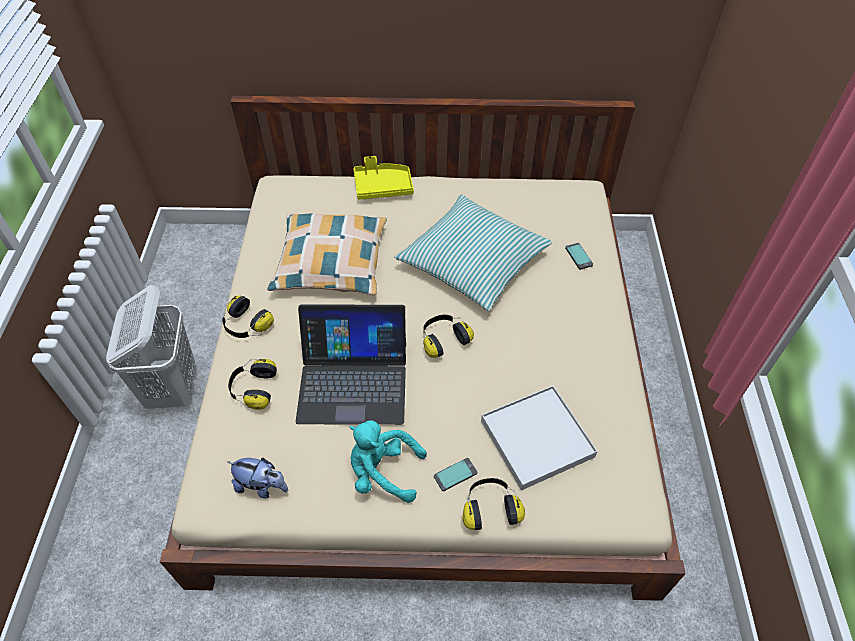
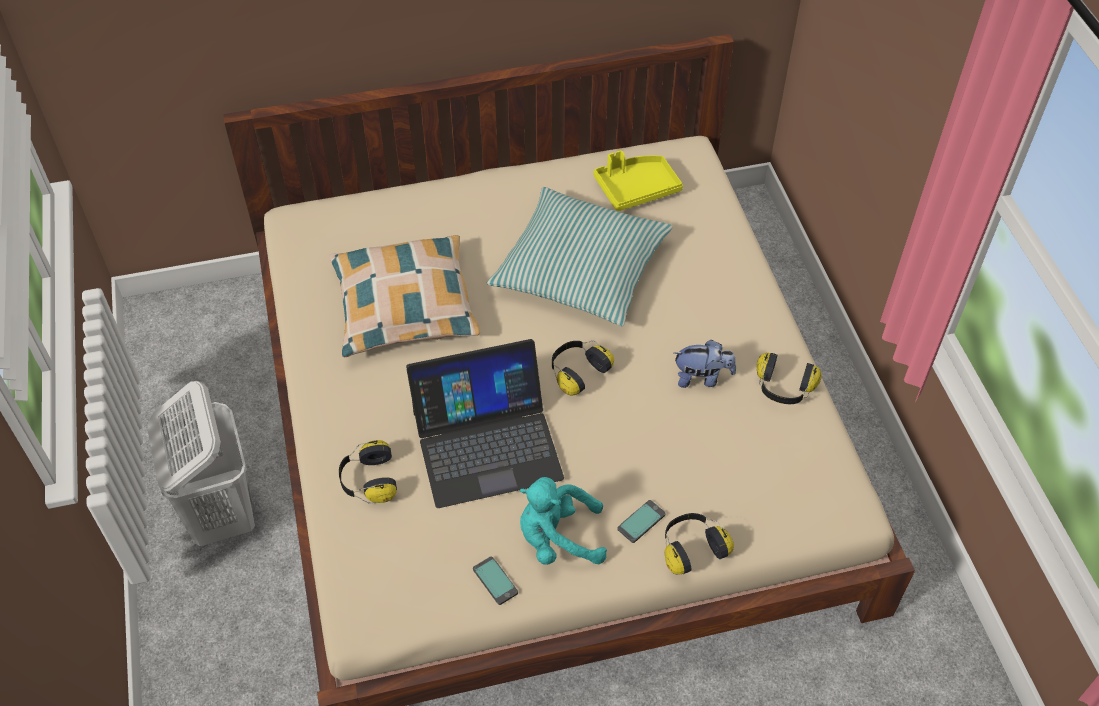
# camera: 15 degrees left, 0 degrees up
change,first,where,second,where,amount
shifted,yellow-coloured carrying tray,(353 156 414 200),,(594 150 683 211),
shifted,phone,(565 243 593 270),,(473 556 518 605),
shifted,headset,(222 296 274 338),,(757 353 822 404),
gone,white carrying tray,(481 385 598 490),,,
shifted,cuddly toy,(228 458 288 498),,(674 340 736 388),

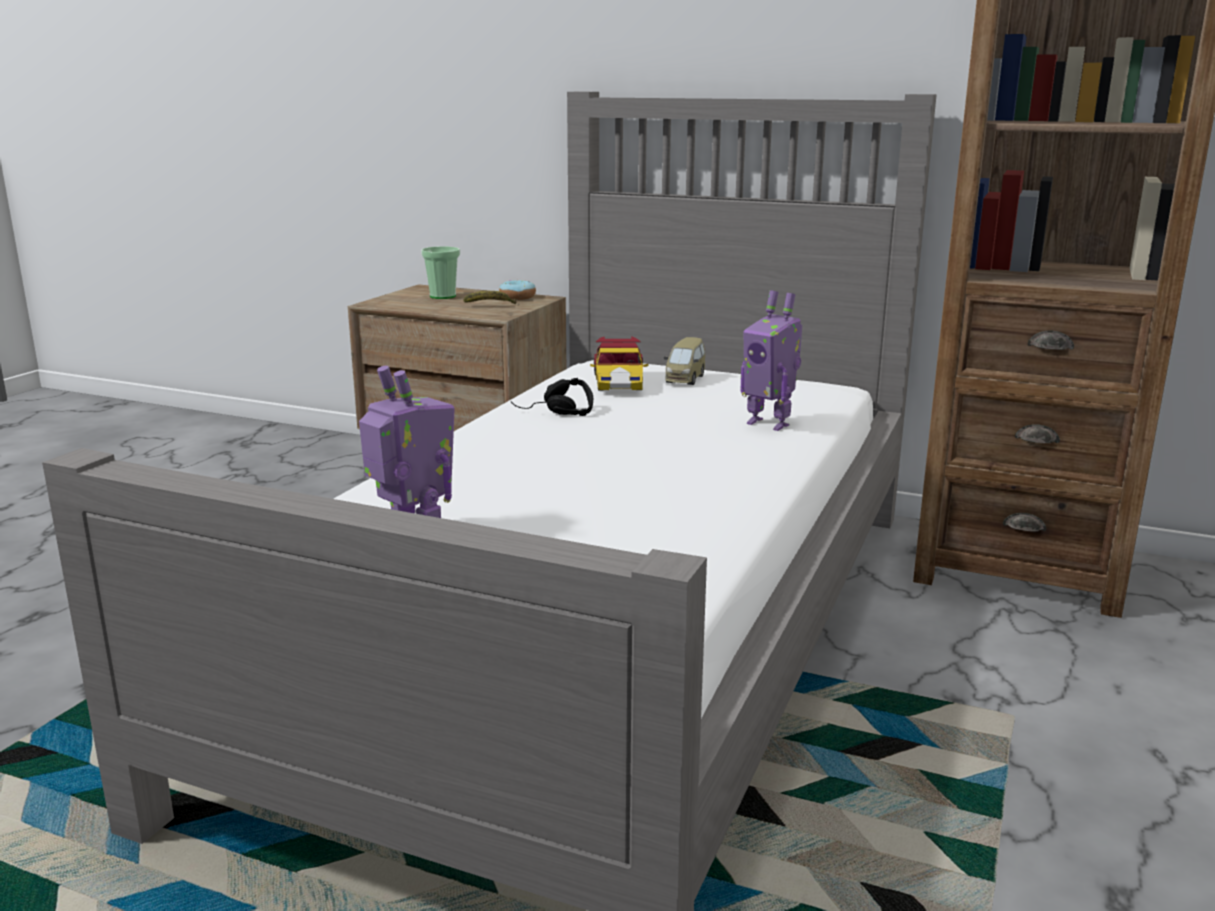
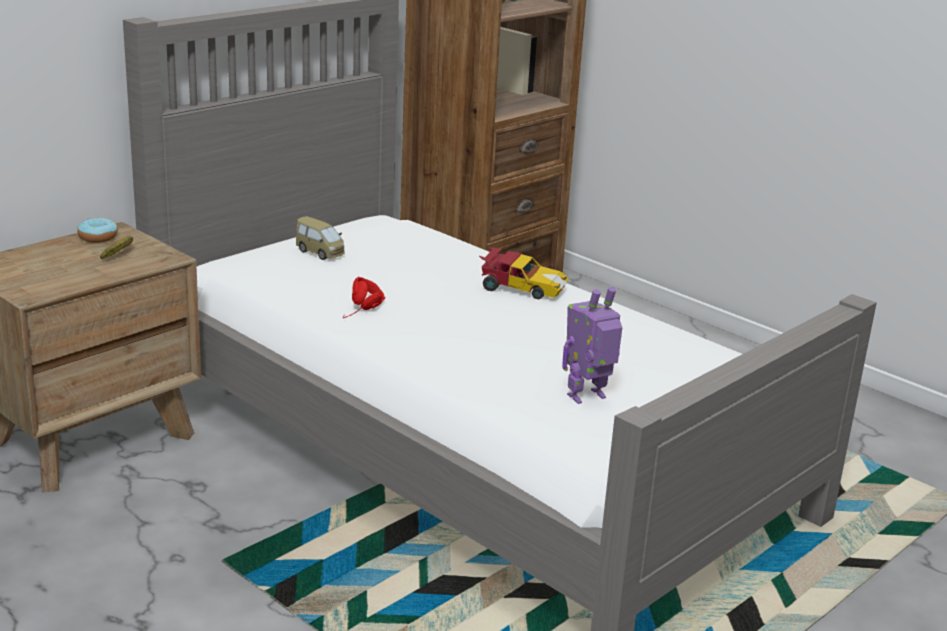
# camera: 70 degrees left, 5 degrees up
change,first,where,second,where,amount
gone,drinking cup,(421 246 460 299),,,
gone,robot figure,(740 290 802 431),,,
shifted,miniature car,(590 336 648 390),,(479 248 568 299),
repainted,blackish headset,(511 378 593 416),red-coloured headset,(343 277 385 318),

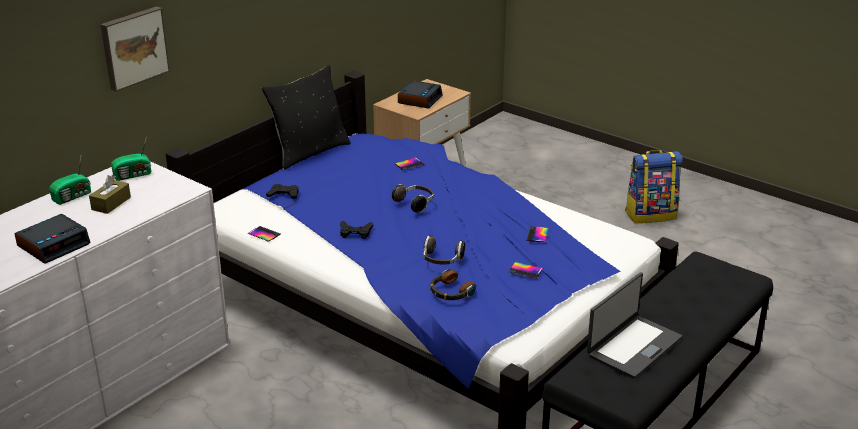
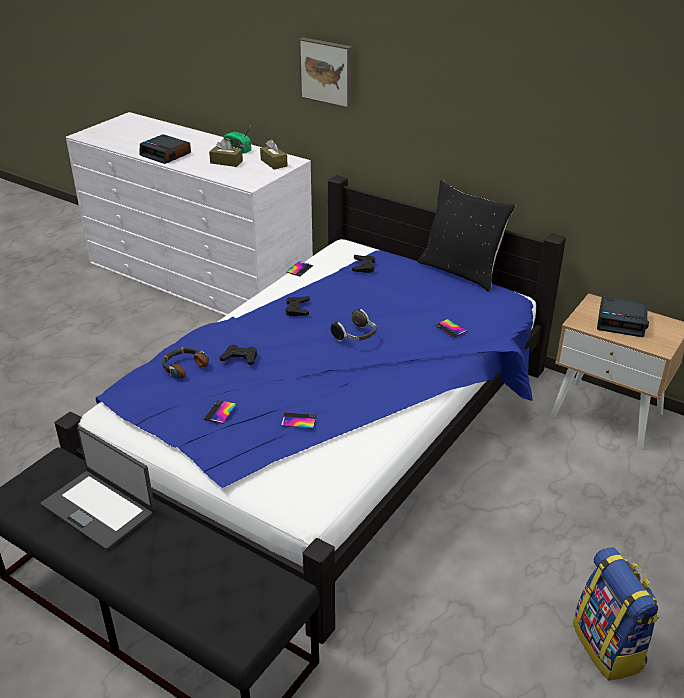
# camera: 85 degrees right, 5 degrees up
change,first,where,second,where,amount
swapped,radio set,(111 136 151 181),brownish box of tissues,(260 139 288 169),
swapped,headset,(423 235 465 264),blackish gamepad,(220 345 257 365),

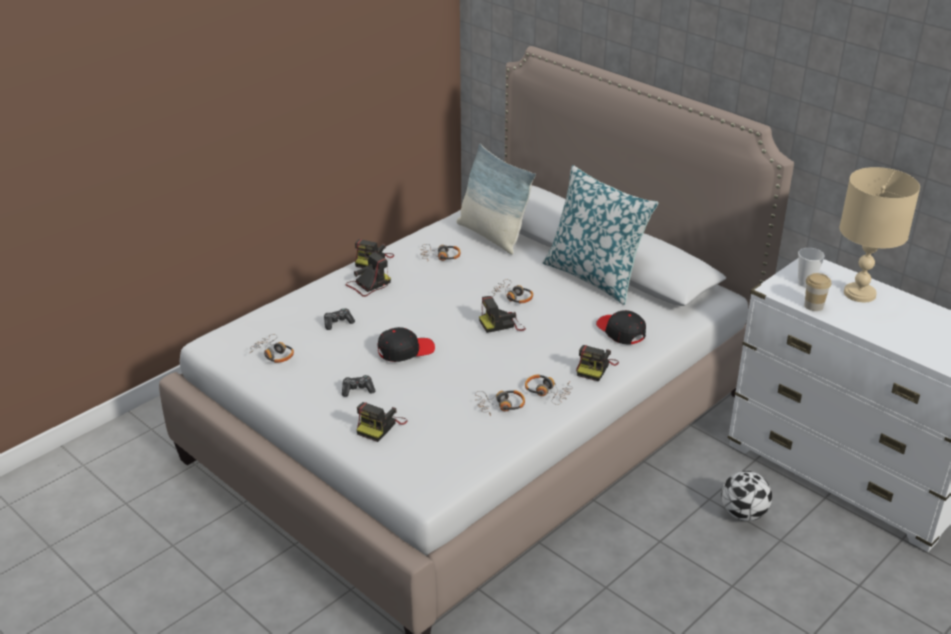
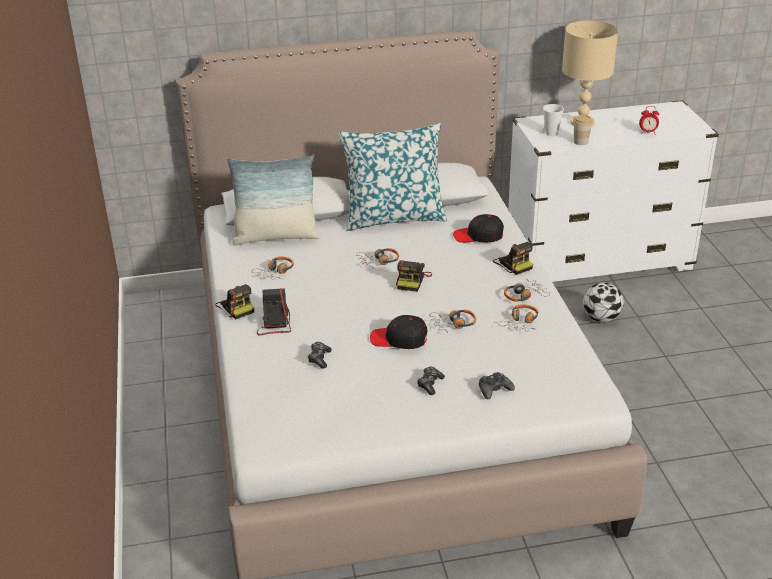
# camera: 55 degrees left, 0 degrees up
change,first,where,second,where,amount
rotated,blackish peaked cap,(378 327 435 362),,(370 315 428 349),90 degrees counterclockwise
shifted,headset,(250 334 294 363),,(429 310 476 333),
swapped,still camera,(356 402 408 442),blackish gamepad,(479 372 515 400),
new,,,table clock,(639 106 660 134),

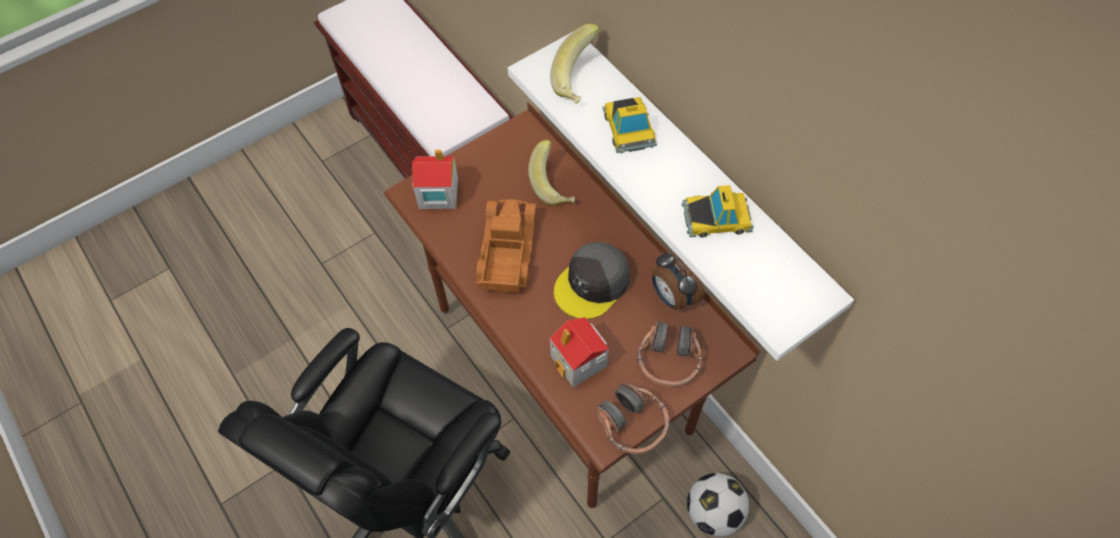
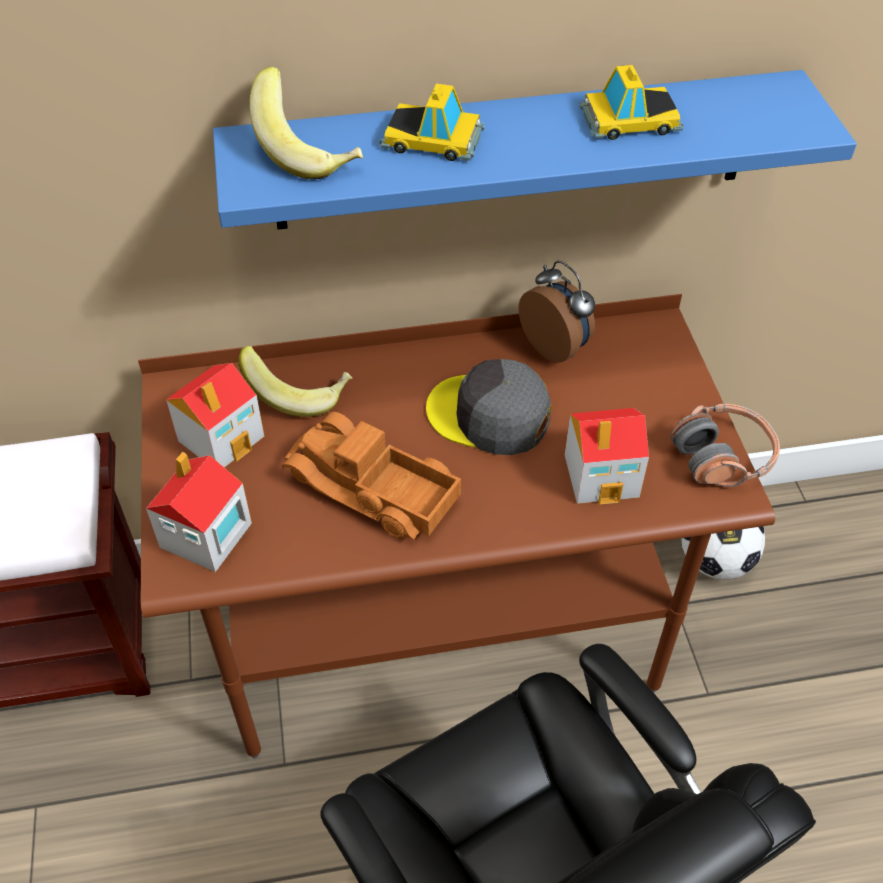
# camera: 65 degrees left, 10 degrees down
change,first,where,second,where,amount
repainted,white shelf,(508 32 854 361),blue-coloured shelf,(213 70 857 229),
rotated,miniature car,(682 185 754 238),,(579 65 684 140),120 degrees counterclockwise
rotated,gray peaked cap,(554 242 630 319),,(426 359 551 455),135 degrees clockwise
rotated,table clock,(652 252 705 310),,(518 261 595 363),120 degrees counterclockwise
gone,headset,(637 321 702 387),,,
new,,,model house,(166 363 264 468),

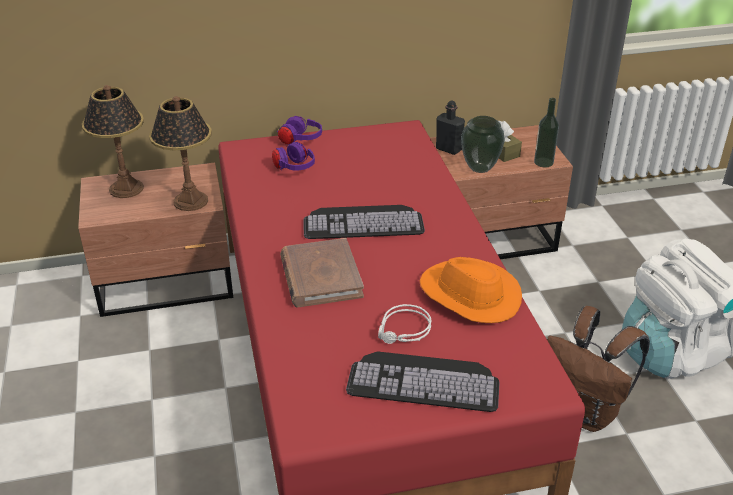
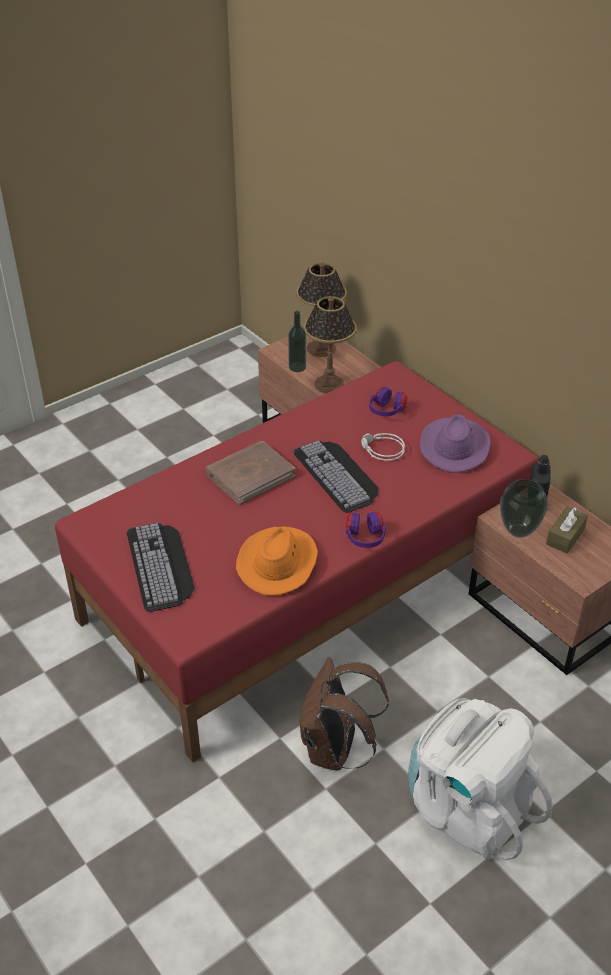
# camera: 65 degrees right, 5 degrees up
change,first,where,second,where,amount
shifted,drink bottle,(534 98 559 167),,(288 311 306 372),
shifted,purplish headset,(277 116 322 145),,(346 512 386 548),
shifted,gray headset,(378 304 432 344),,(361 433 405 461),
new,,,purplish wearable hat,(420 414 491 473),

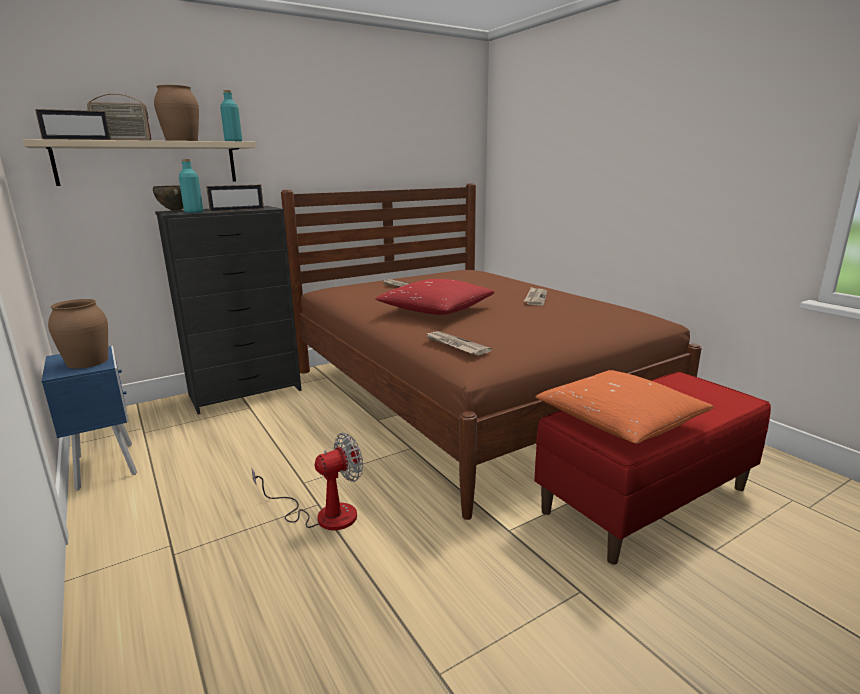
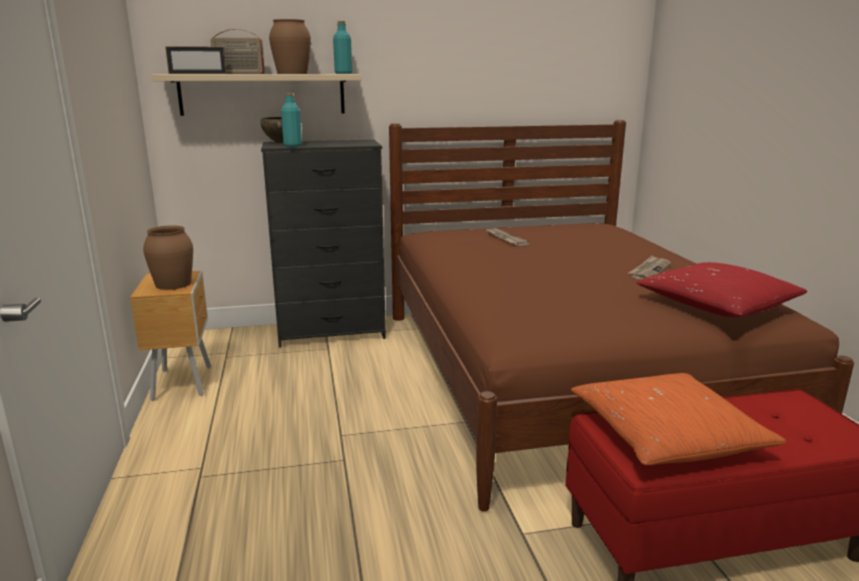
# camera: 20 degrees right, 0 degrees up
change,first,where,second,where,amount
gone,photo frame,(206 184 264 212),,,
shifted,red-coloured cushion,(375 279 495 315),,(637 262 808 317),
gone,printed paper,(424 331 492 355),,,
repainted,blue-coloured night table,(42 346 137 490),brownish night table,(130 271 211 401),
gone,cooling fan,(251 433 363 530),,,

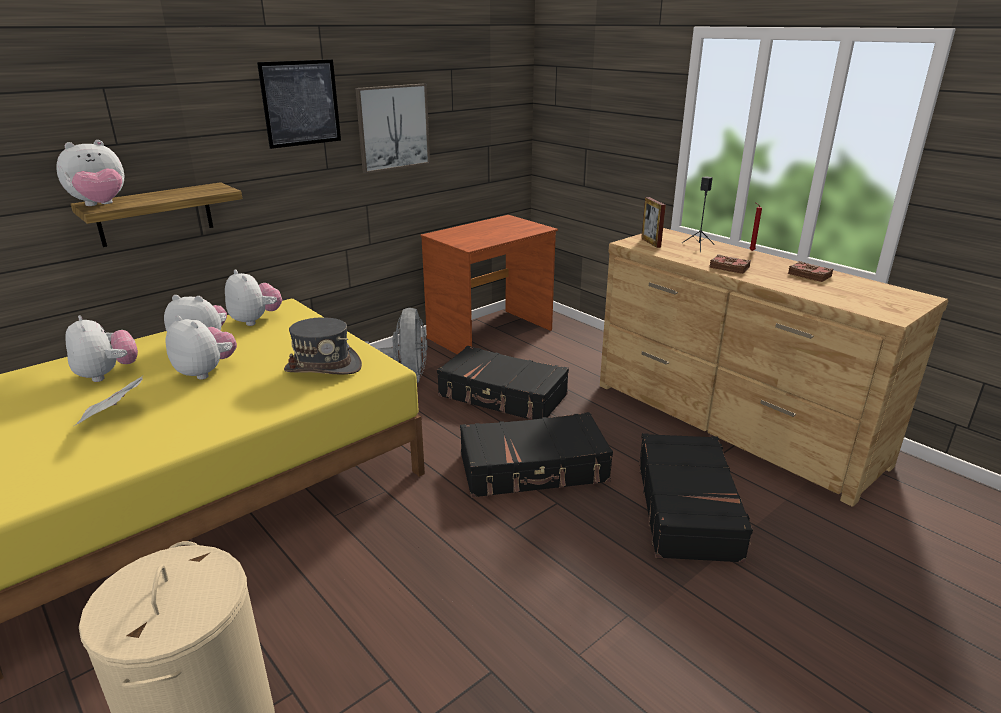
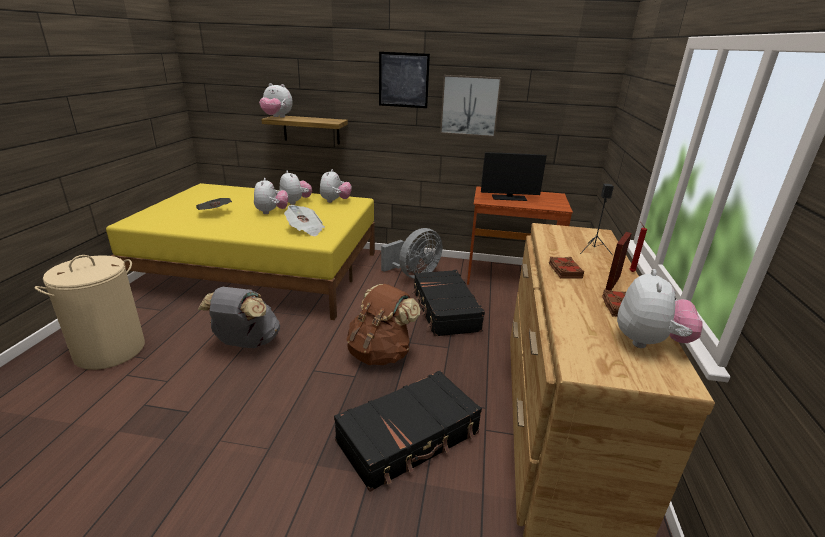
# camera: 50 degrees right, 0 degrees up
change,first,where,second,where,amount
shifted,photo frame,(641 197 666 248),,(605 232 632 291),
shifted,cuddly toy,(65 315 138 382),,(617 269 702 348),
swapped,gray wearable hat,(284 317 362 375),printed paper,(284 205 325 236),
swapped,blackish piece of luggage,(460 412 613 498),brownish backpack,(346 284 420 365),
new,,,monitor,(481 152 547 201),
new,,,gray backpack,(198 287 280 348),

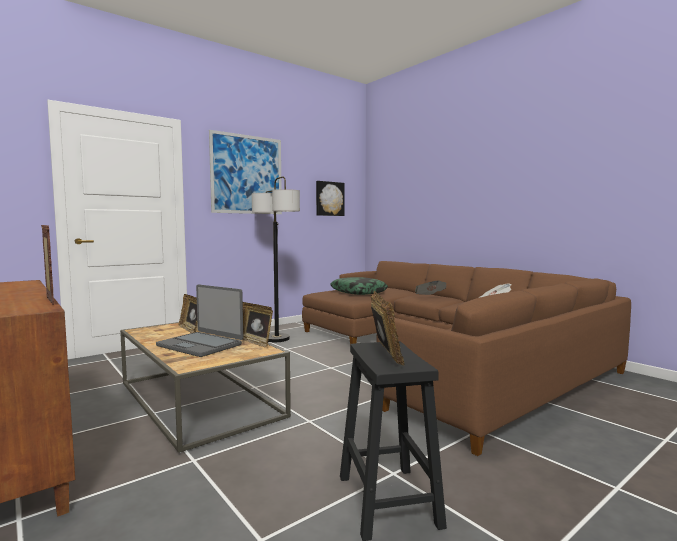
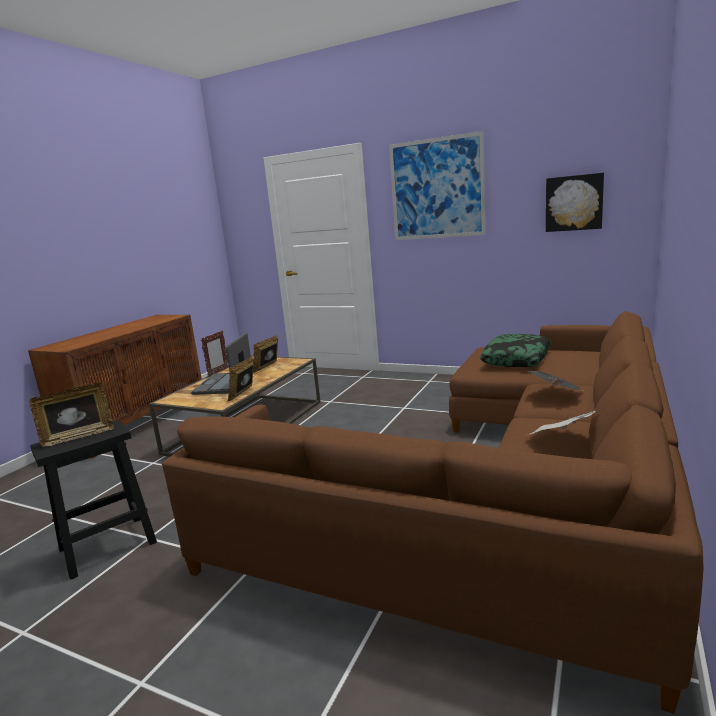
# camera: 65 degrees right, 10 degrees up
change,first,where,second,where,amount
gone,standing lamp,(252 176 300 342),,,
shifted,photo frame,(41 224 54 305),,(201 331 229 377),

